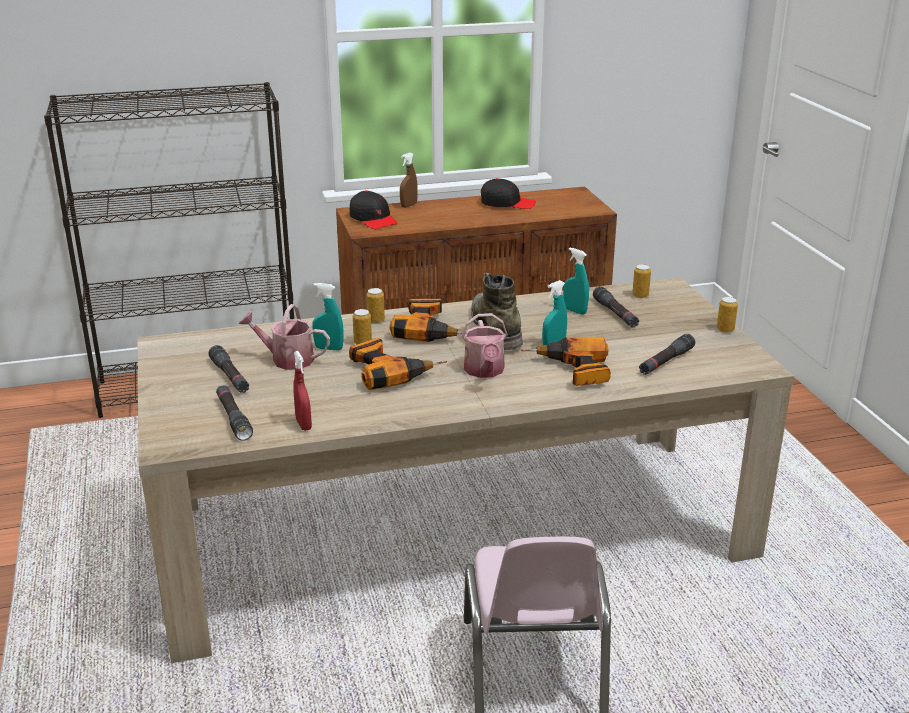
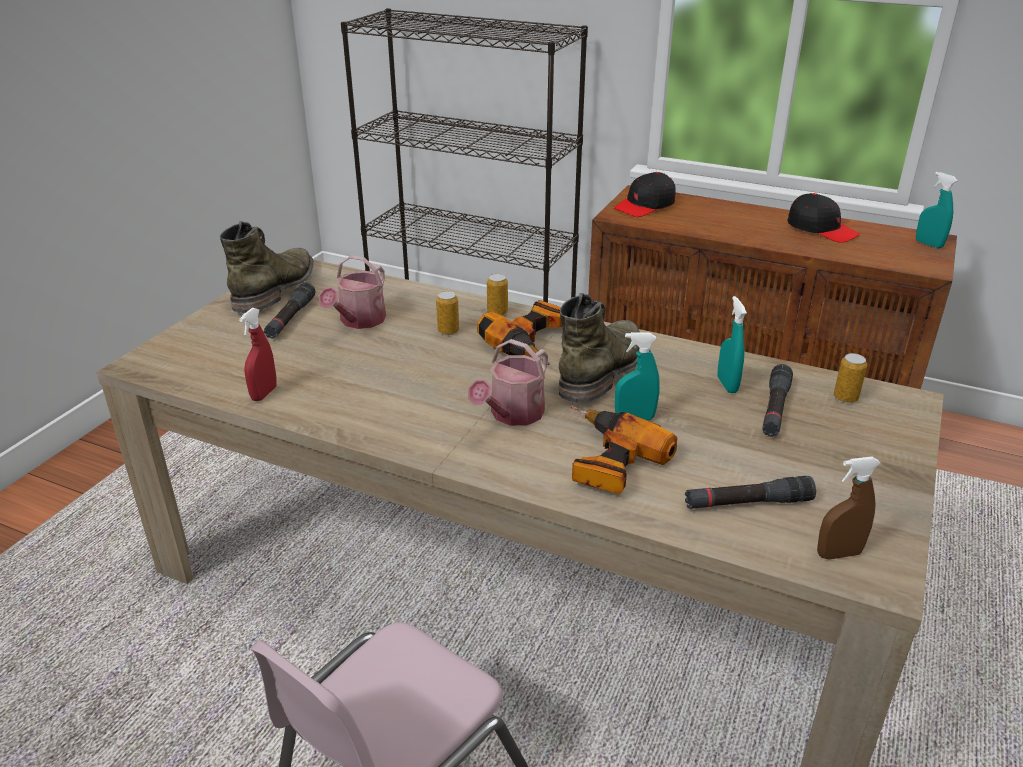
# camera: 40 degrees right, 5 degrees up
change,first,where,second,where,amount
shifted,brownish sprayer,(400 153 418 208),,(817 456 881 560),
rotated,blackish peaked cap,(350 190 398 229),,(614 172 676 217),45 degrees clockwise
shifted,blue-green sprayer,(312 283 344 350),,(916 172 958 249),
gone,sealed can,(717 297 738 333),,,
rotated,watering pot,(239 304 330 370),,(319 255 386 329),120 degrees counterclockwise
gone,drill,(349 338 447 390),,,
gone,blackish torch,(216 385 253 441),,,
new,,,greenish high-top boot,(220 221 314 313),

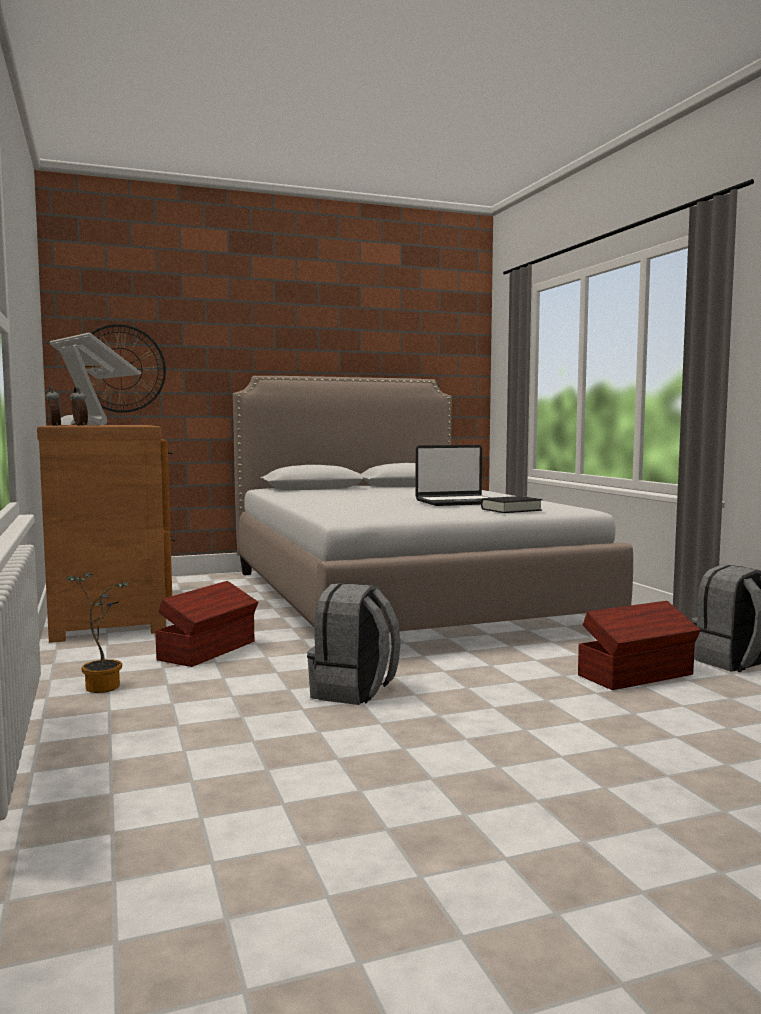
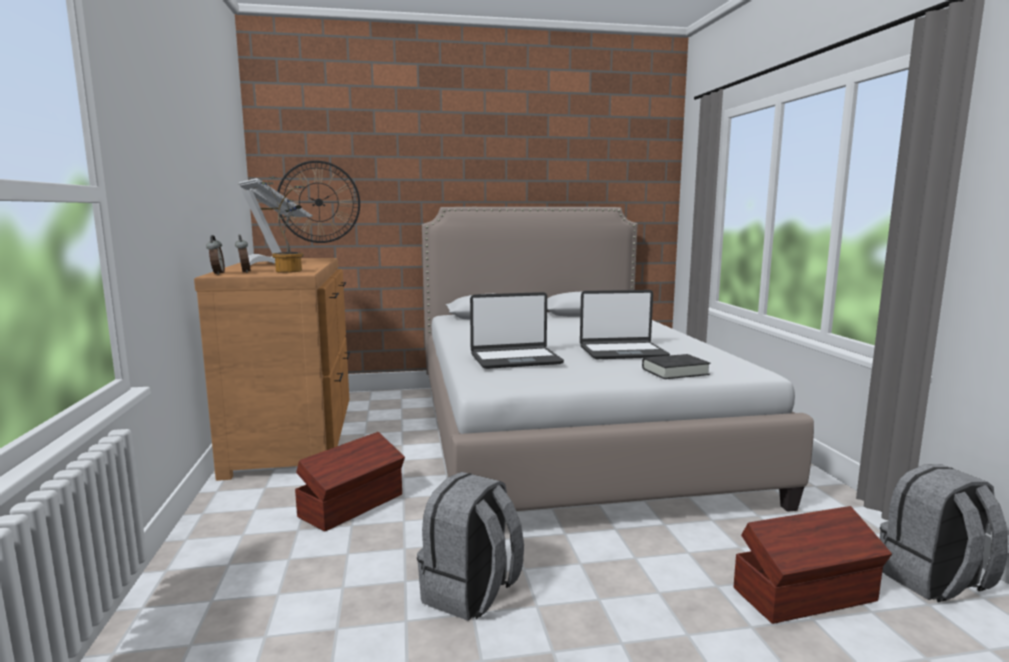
# camera: 10 degrees right, 5 degrees up
change,first,where,second,where,amount
shifted,houseplant,(66 572 131 693),,(260 176 304 273),
new,,,laptop,(470 292 564 369),

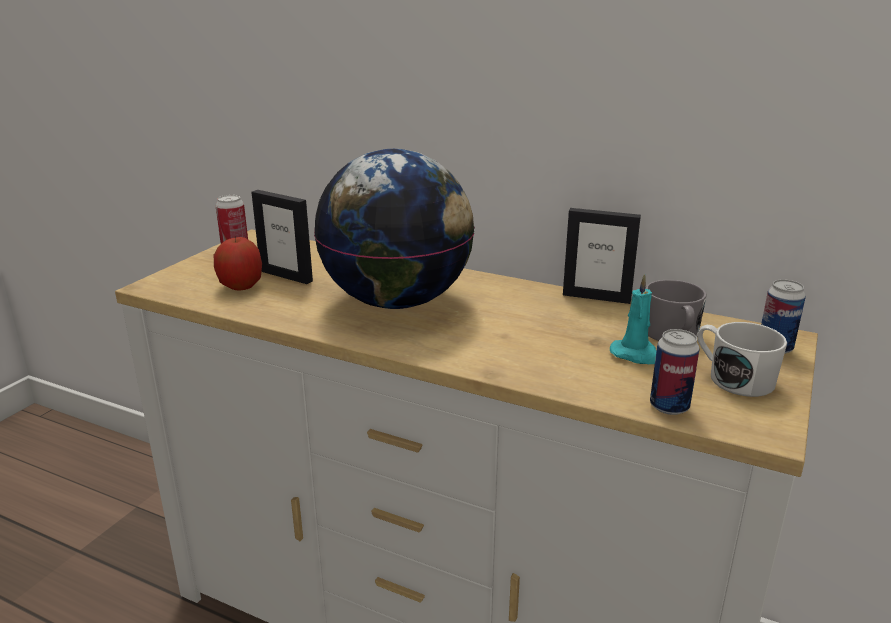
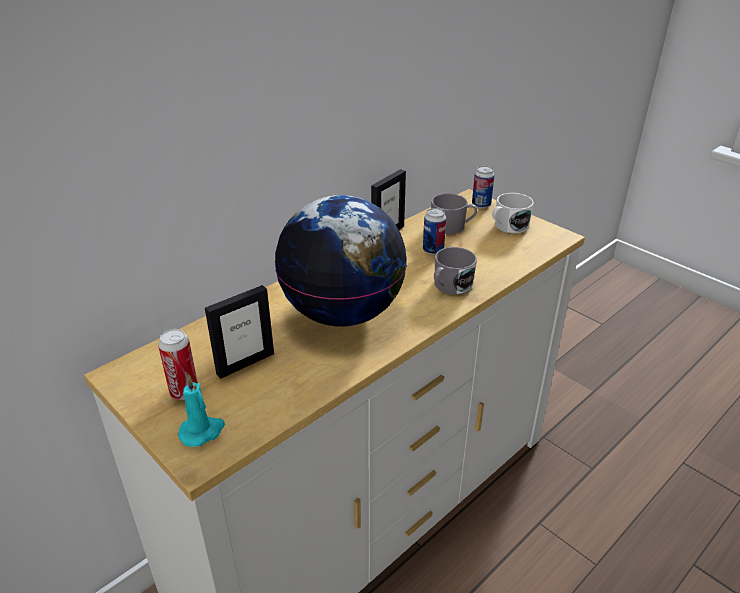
# camera: 70 degrees left, 10 degrees up
change,first,where,second,where,amount
gone,apple fruit,(214 237 262 291),,,
shifted,blue-green candle,(610 274 656 364),,(178 375 225 447),
shifted,sealed can,(650 329 700 415),,(423 208 446 255),
new,,,gray mug,(434 247 477 295),

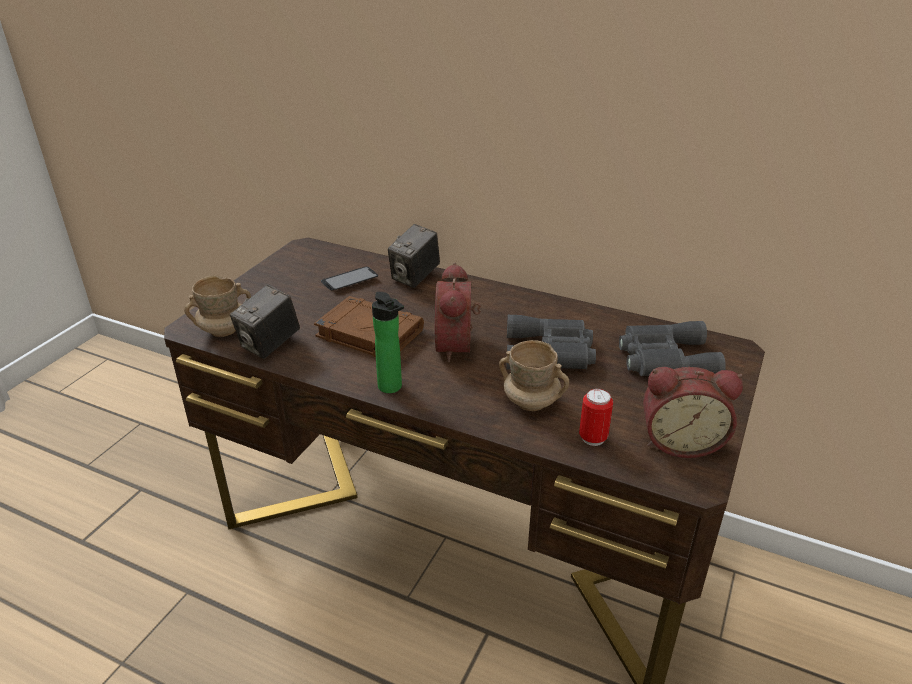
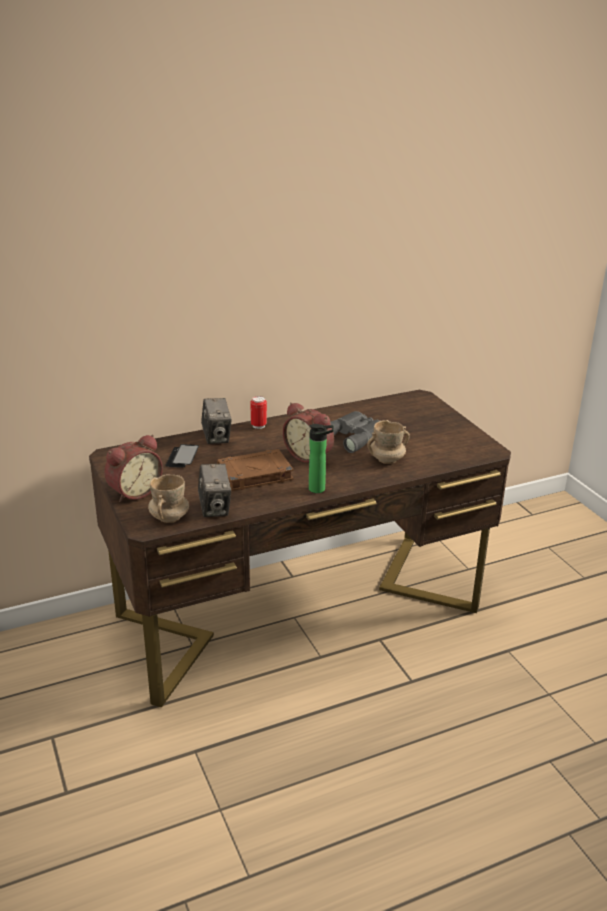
# camera: 50 degrees left, 5 degrees down
change,first,where,second,where,amount
gone,gray pair of binoculars,(619 321 726 376),,,
shifted,table clock,(643 367 743 458),,(104 435 163 502),
shifted,sealed can,(579 388 613 446),,(250 396 267 429),

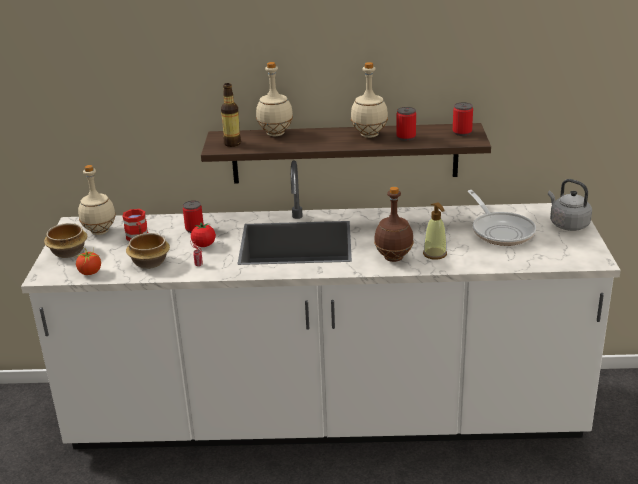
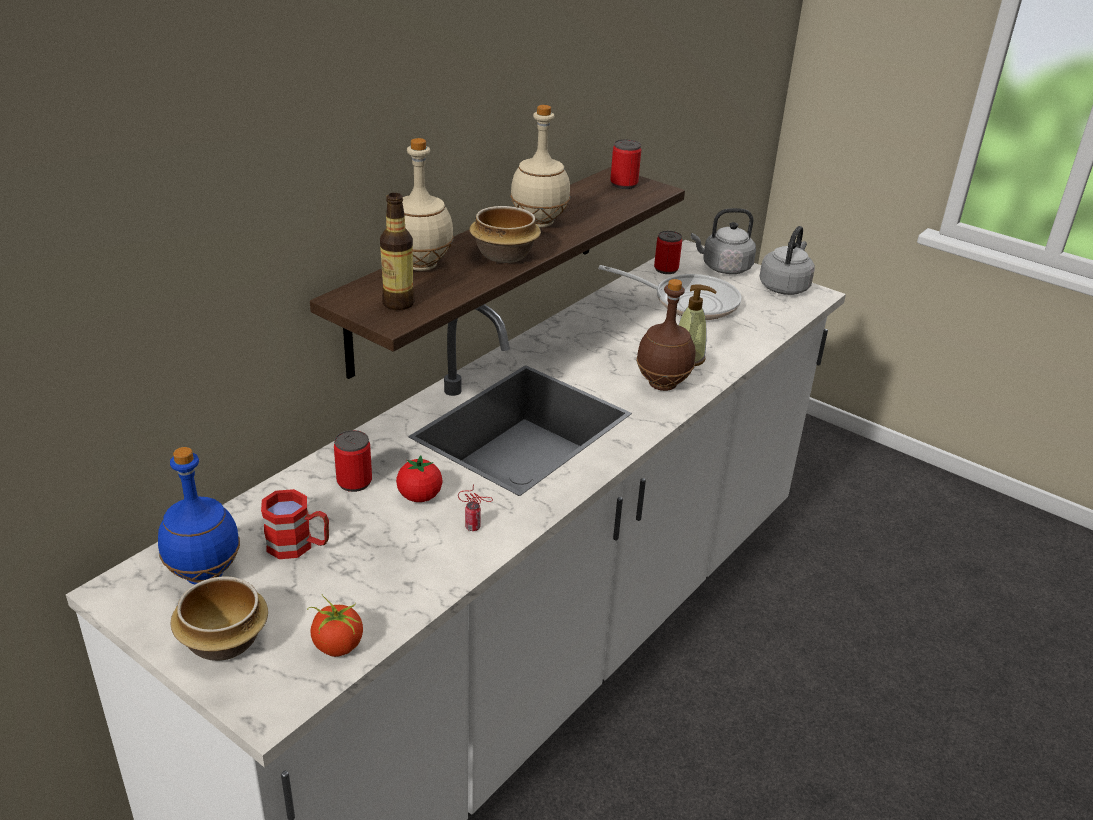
# camera: 55 degrees left, 5 degrees up
change,first,where,second,where,amount
shifted,sealed can,(396 107 416 141),,(654 231 682 274),
repainted,beige-coloured drink bottle,(78 165 116 235),blue-coloured drink bottle,(158 447 240 584),
shifted,deep dish,(126 233 170 269),,(469 206 541 263),
new,,,gray tea kettle,(759 226 815 295),

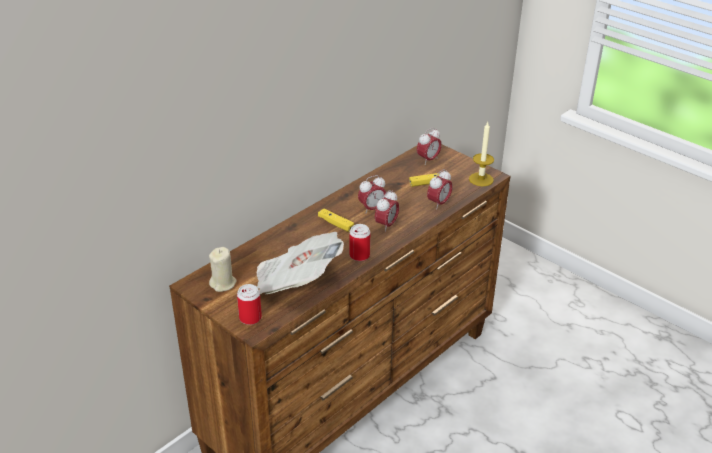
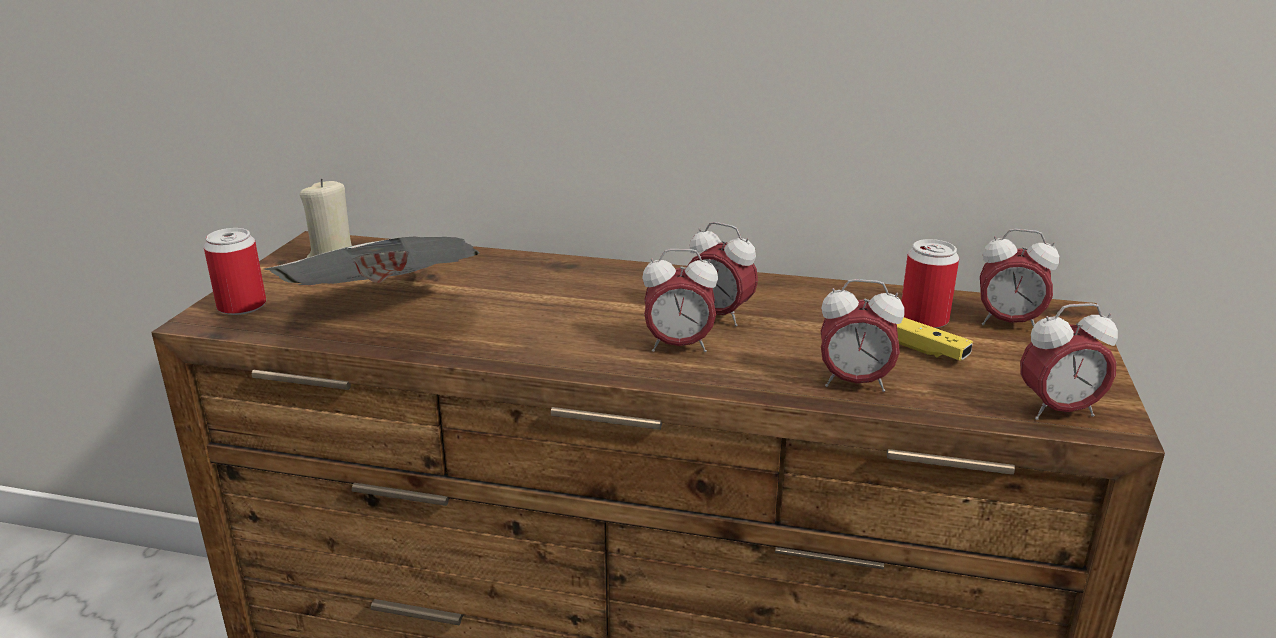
# camera: 60 degrees right, 10 degrees down
change,first,where,second,where,amount
swapped,candle,(469 122 494 186),table clock,(1020 303 1118 420),
gone,yellow-coloured gamepad,(318 209 354 232),,,
shifted,sealed can,(350 224 370 261),,(901 239 959 328),

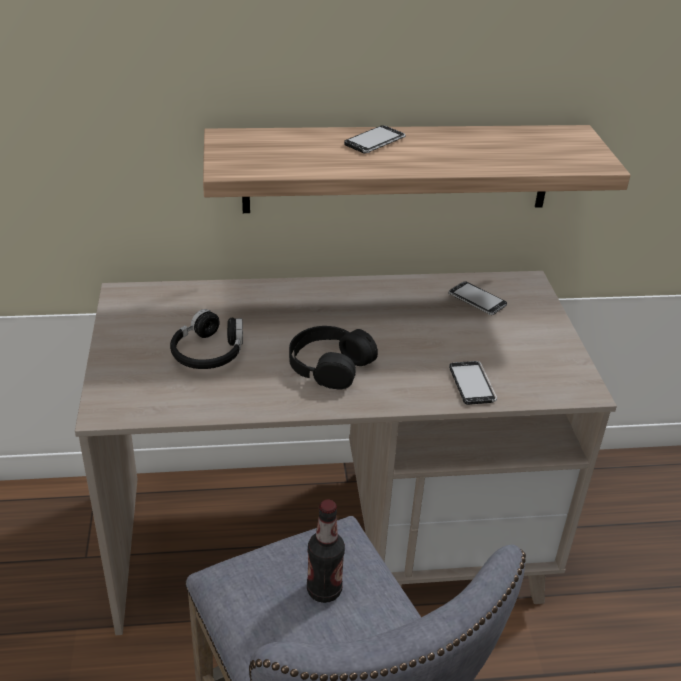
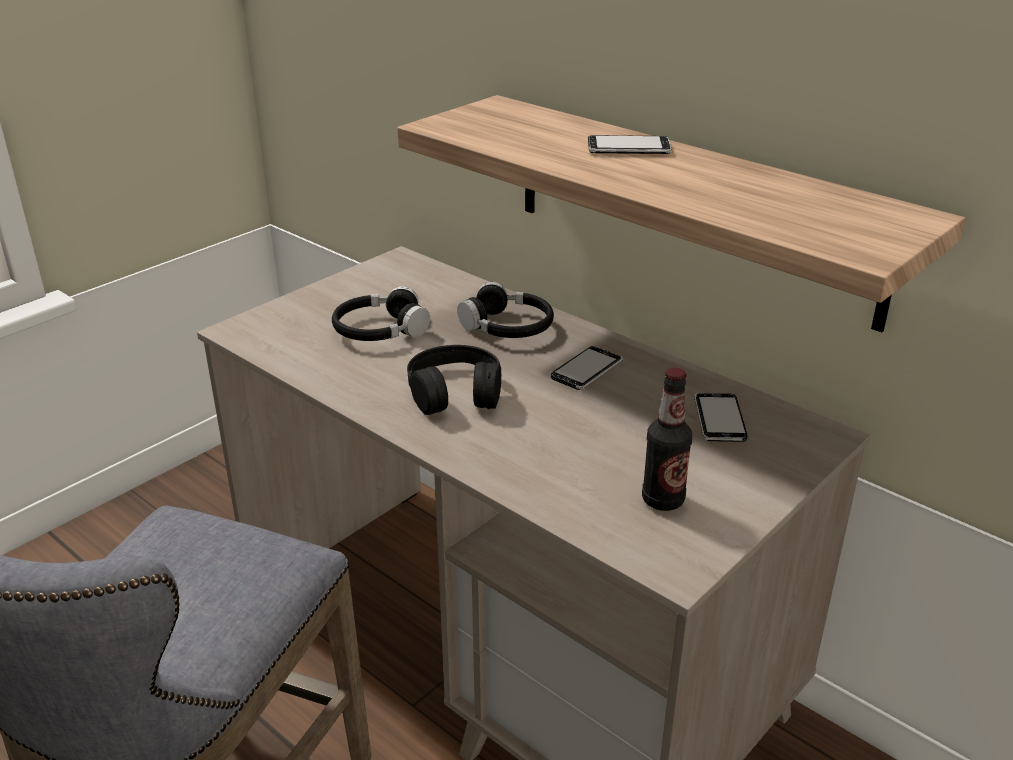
# camera: 50 degrees right, 5 degrees down
change,first,where,second,where,amount
shifted,phone,(449 361 497 405),,(551 346 623 390),
shifted,drink bottle,(307 499 345 603),,(642 368 692 511),
new,,,blackish headset,(457 282 554 338),

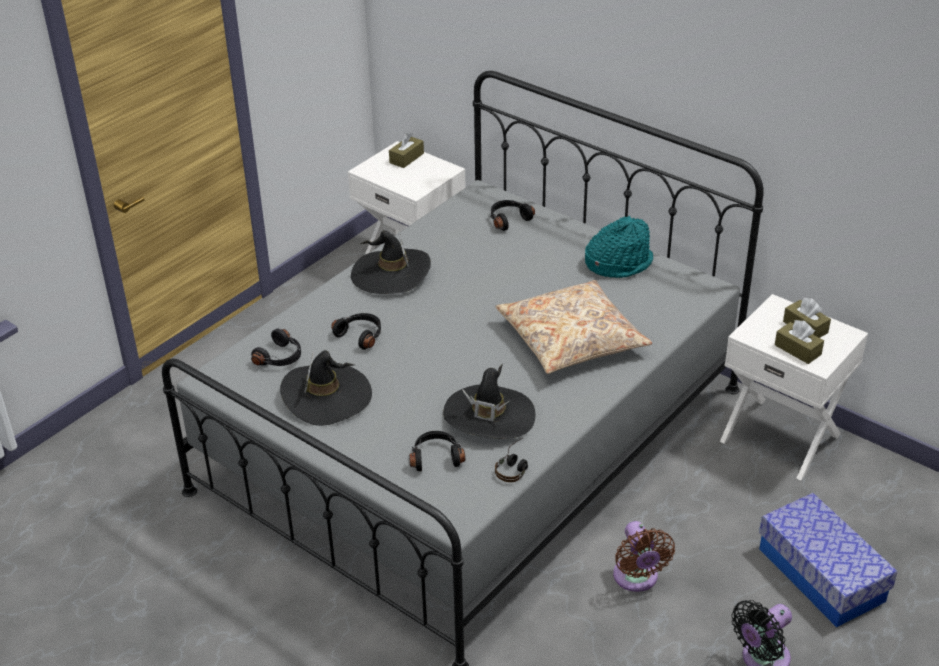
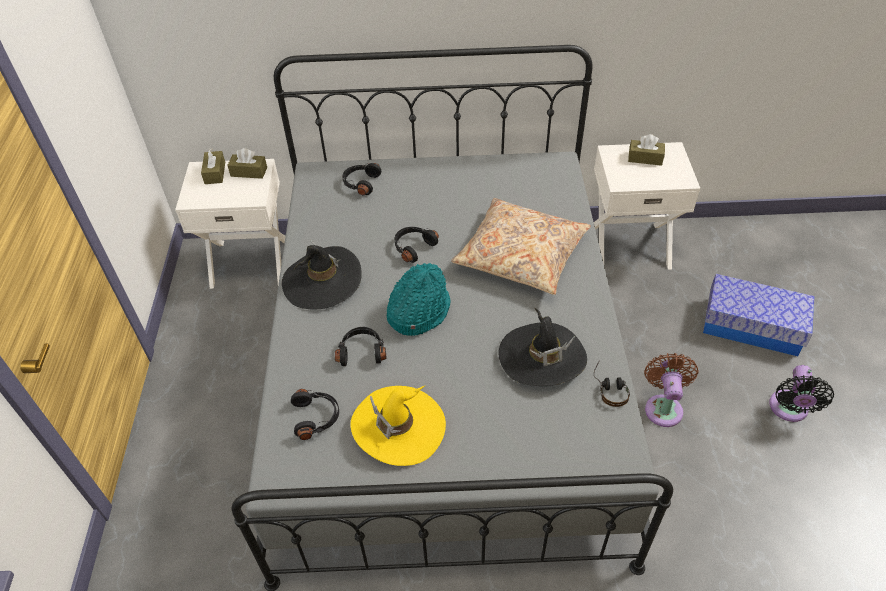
# camera: 40 degrees left, 10 degrees up
change,first,where,second,where,amount
shifted,blue-green wearable hat,(585 216 653 278),,(387 263 451 336),
shifted,brownish box of tissues,(775 320 824 364),,(227 148 267 179),
repainted,blackish wearable hat,(280 350 372 426),yellow-coloured wearable hat,(351 386 446 466),
shifted,blackish headset,(409 431 465 471),,(395 227 439 263),
rotated,brownish cooling fan,(613 521 675 592),,(644 353 699 427),120 degrees counterclockwise

